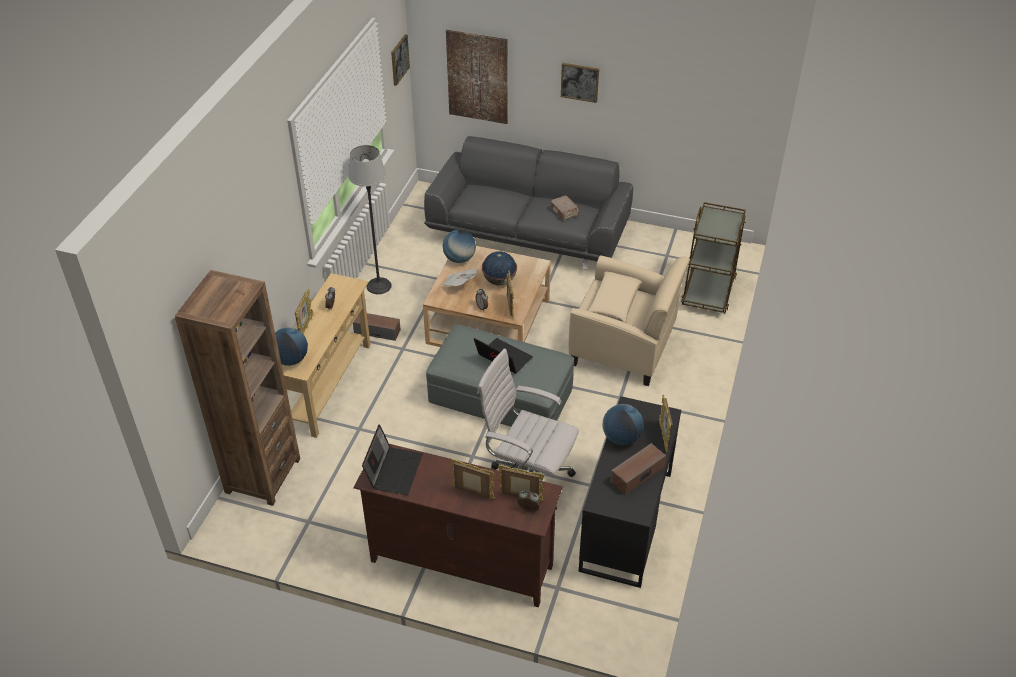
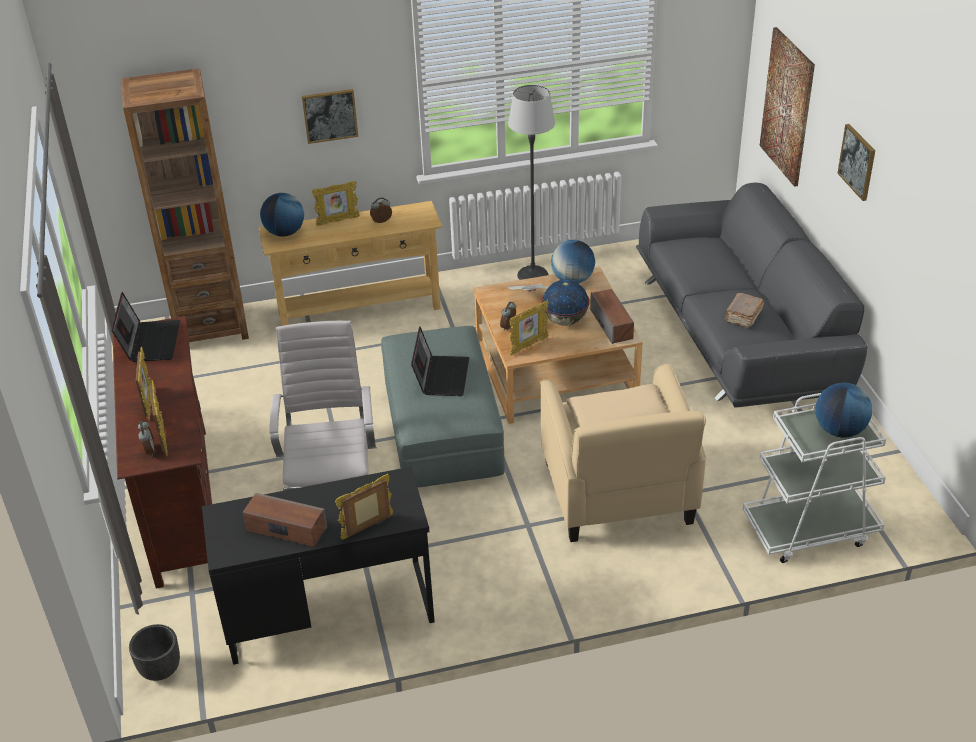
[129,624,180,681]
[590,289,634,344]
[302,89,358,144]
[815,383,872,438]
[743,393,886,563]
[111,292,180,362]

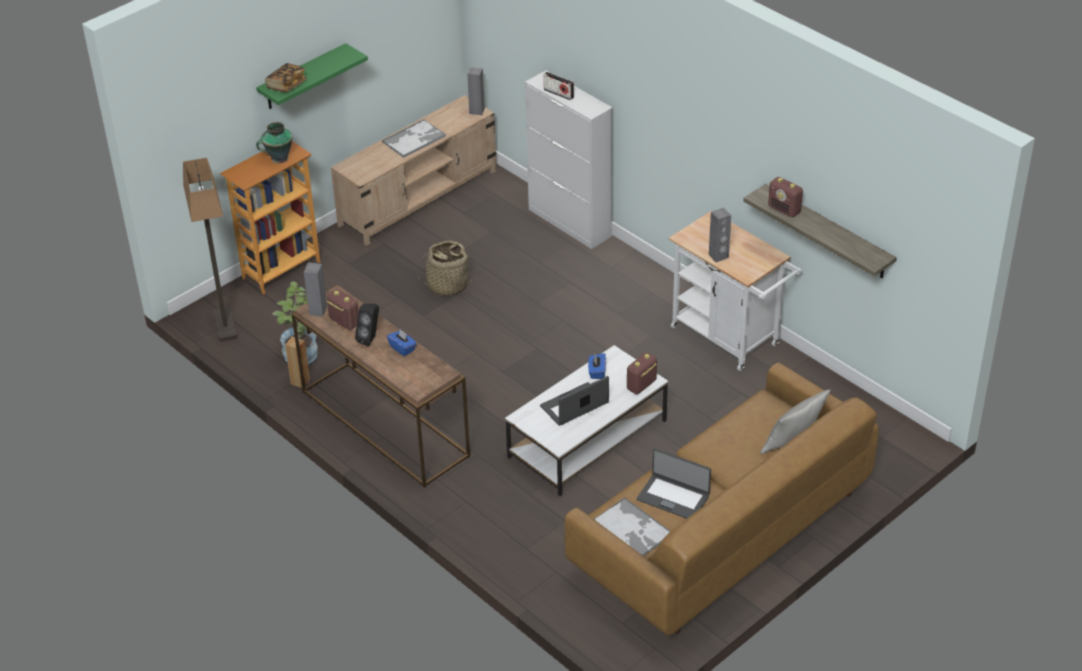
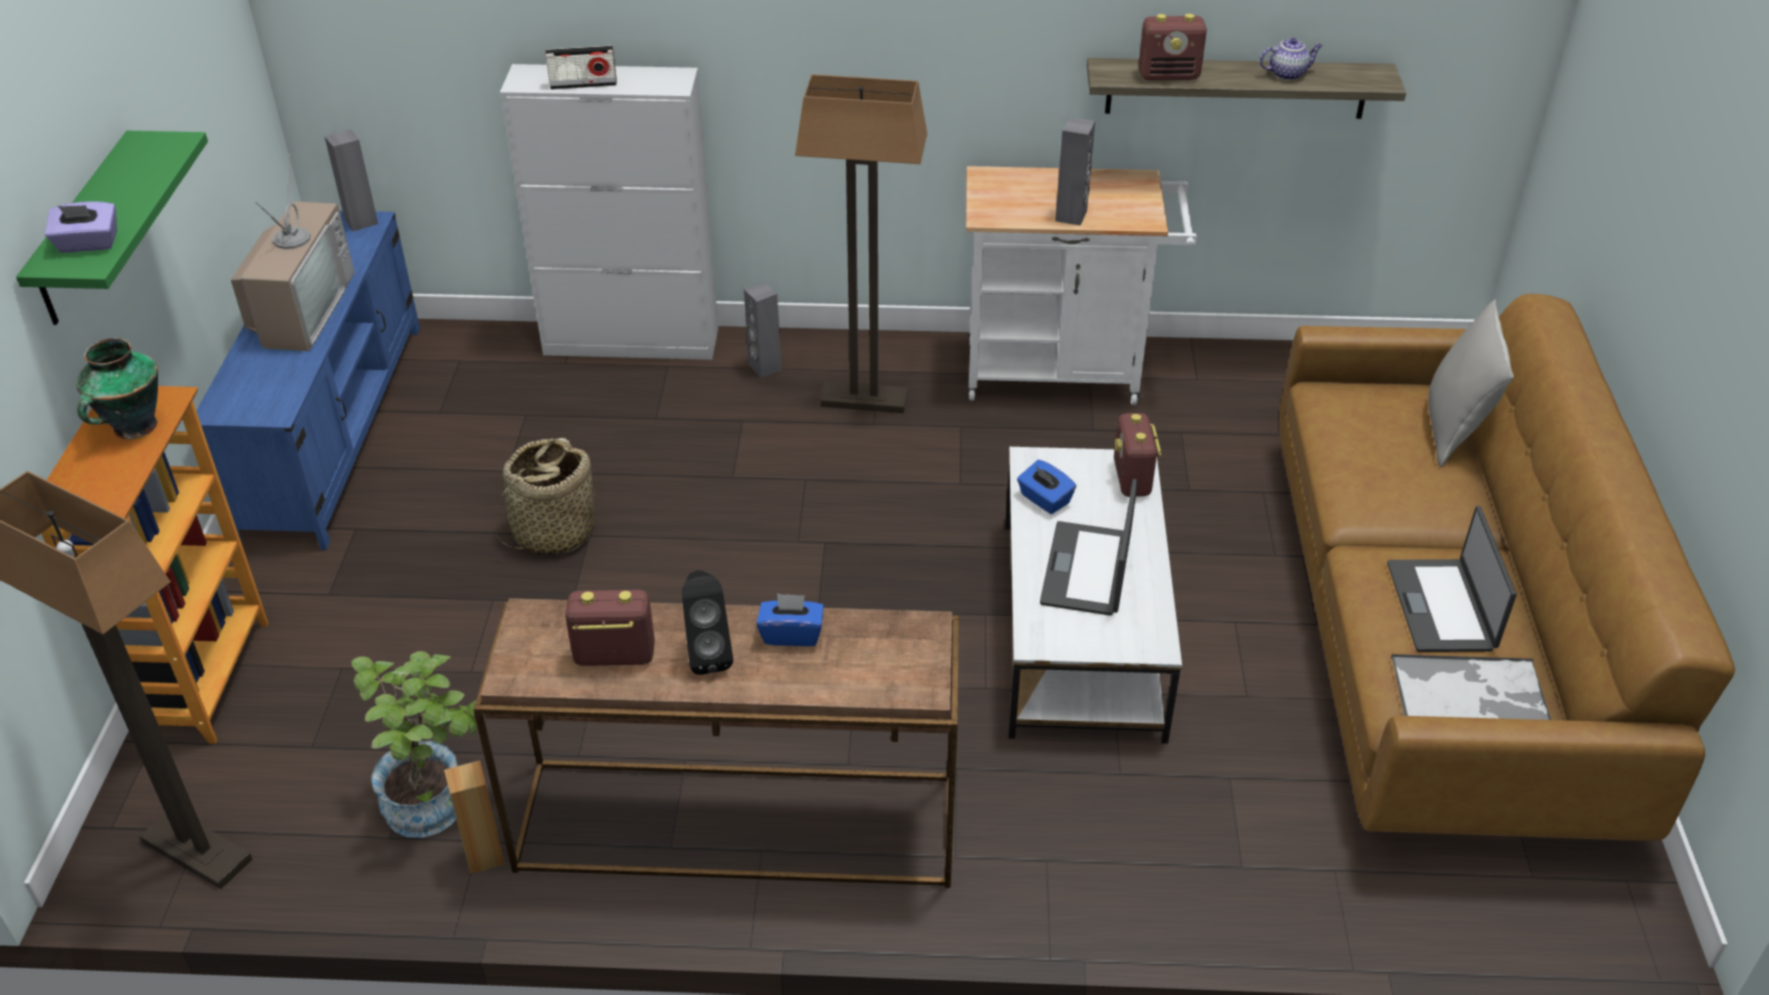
[795,74,927,413]
[1259,38,1323,80]
[744,282,781,378]
[45,201,117,253]
[231,153,354,351]
[196,211,420,550]
[1387,506,1517,652]

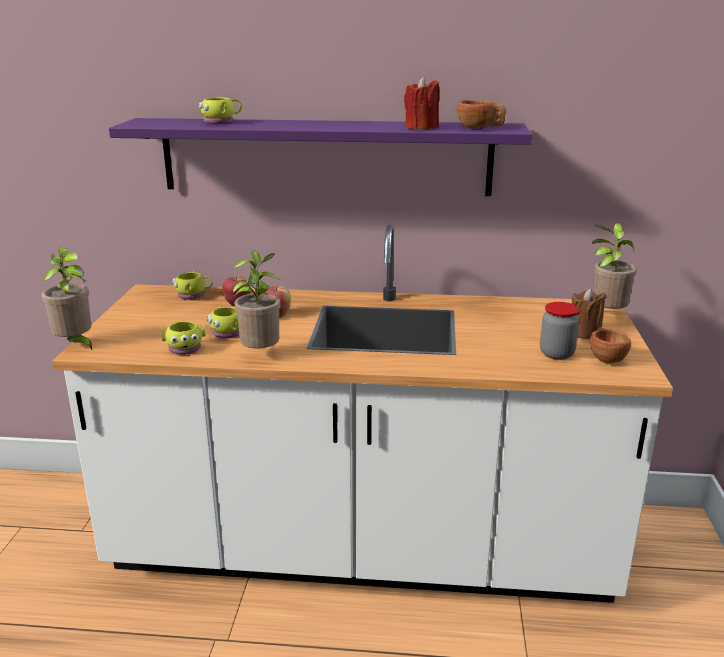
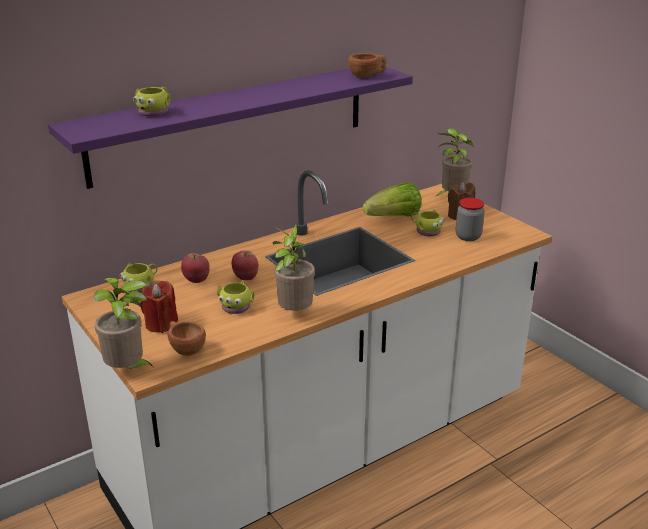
[363,182,421,216]
[411,210,444,236]
[140,281,178,333]
[167,321,206,356]

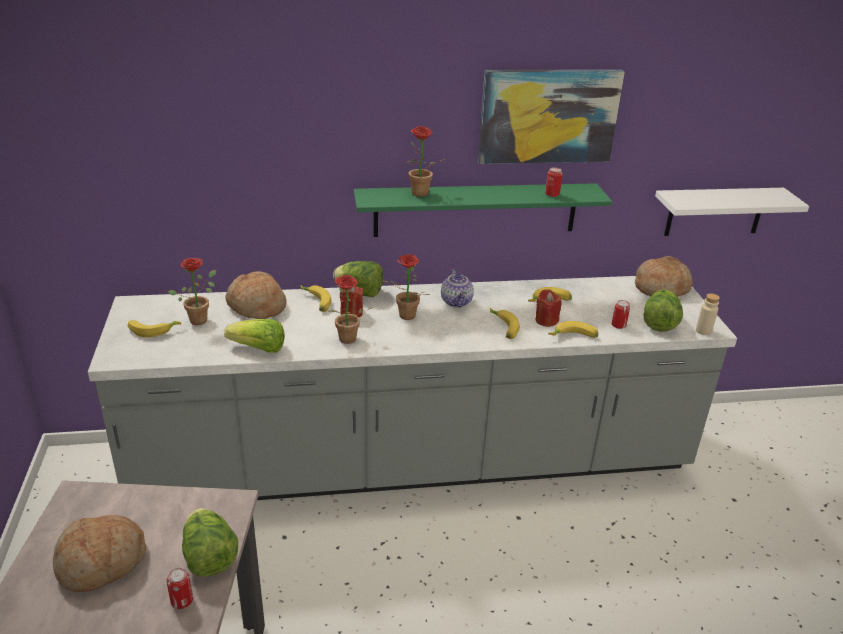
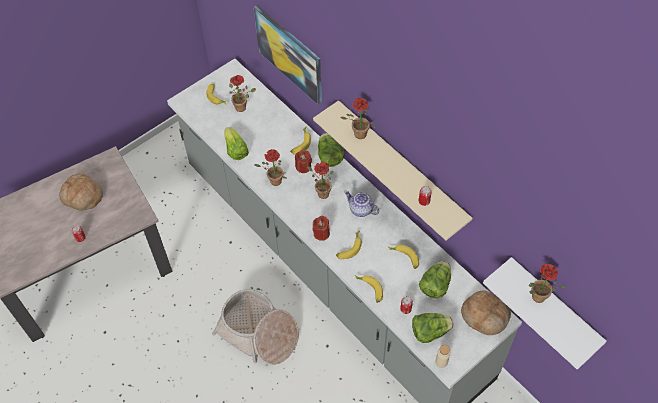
[225,271,287,319] (first image)
[212,289,299,365]
[529,264,566,303]
[419,261,451,299]
[253,5,322,104]
[313,216,330,241]
[313,100,472,241]
[344,191,379,217]

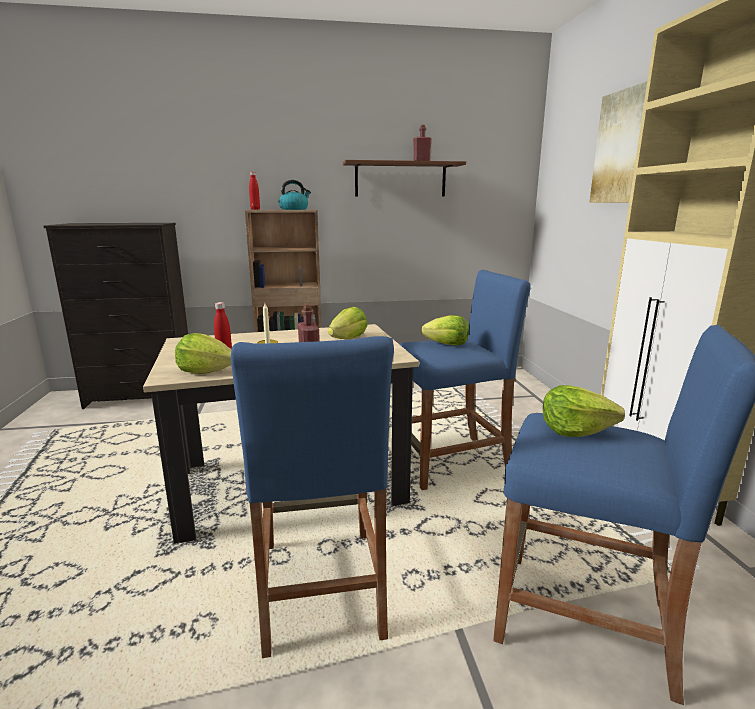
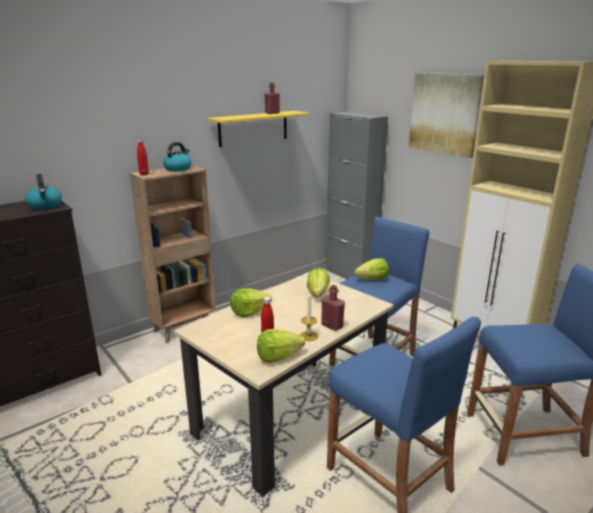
[25,174,62,209]
[326,112,388,279]
[230,288,272,317]
[208,111,309,147]

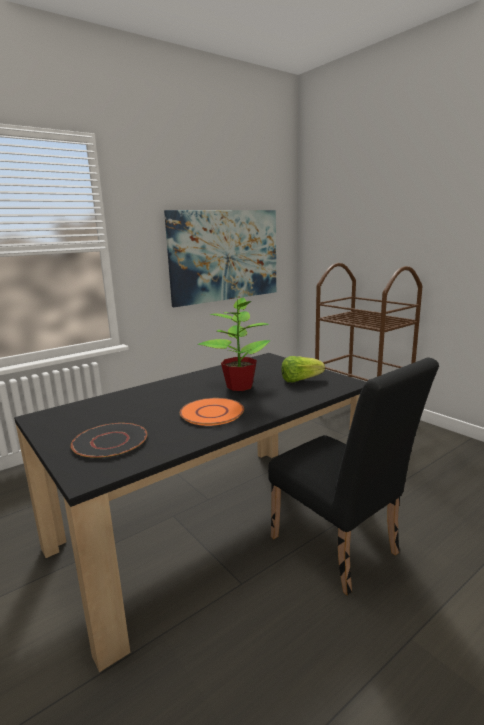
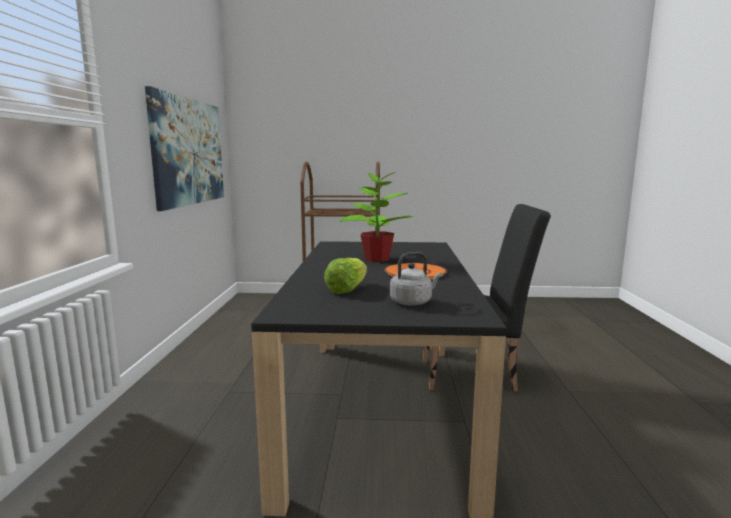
[324,258,367,294]
[390,252,442,306]

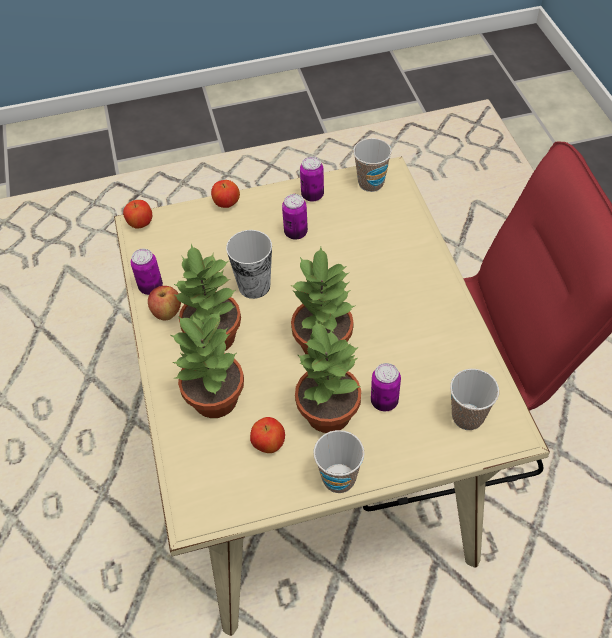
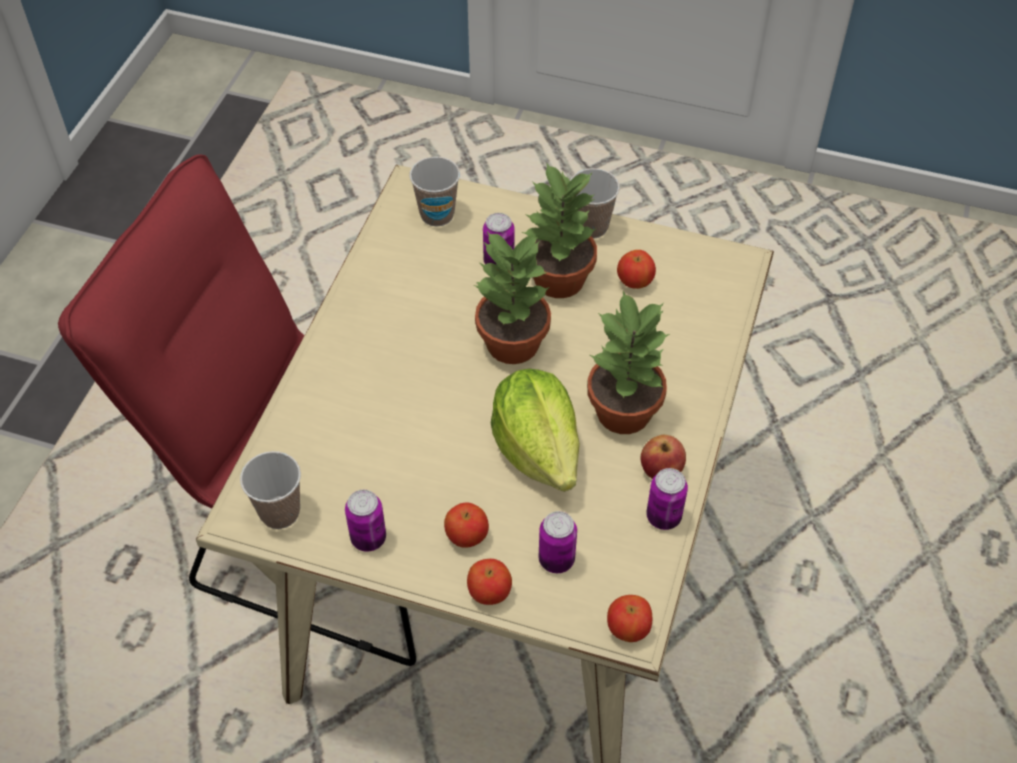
[171,312,244,418] (first image)
[444,503,489,548]
[539,511,577,573]
[491,369,580,492]

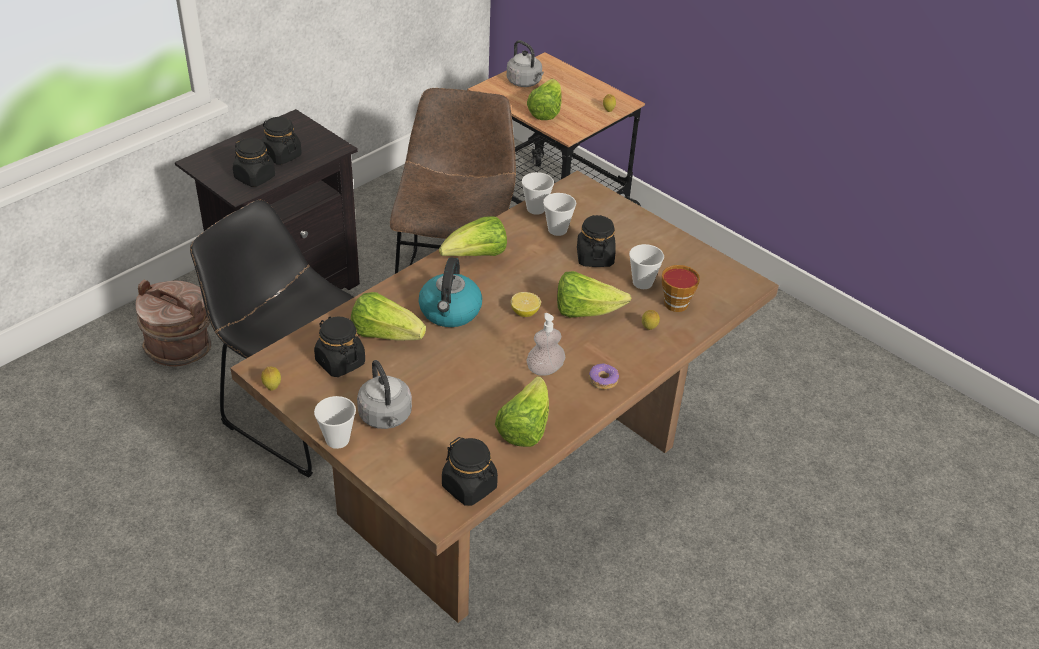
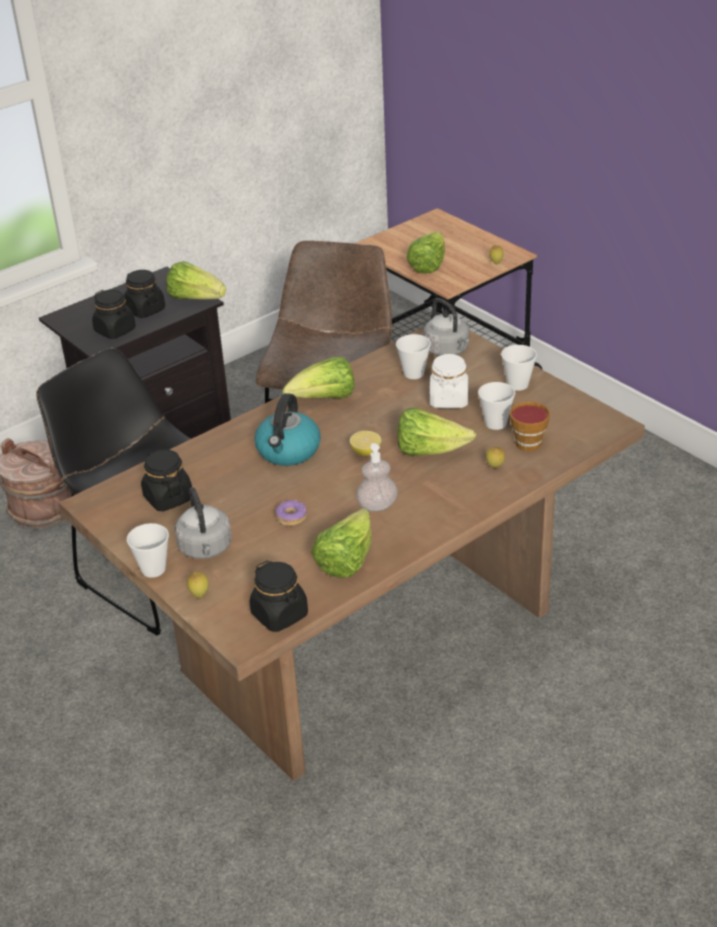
[187,571,209,598]
[166,261,226,299]
[423,298,469,356]
[501,345,537,391]
[275,500,307,526]
[430,354,468,408]

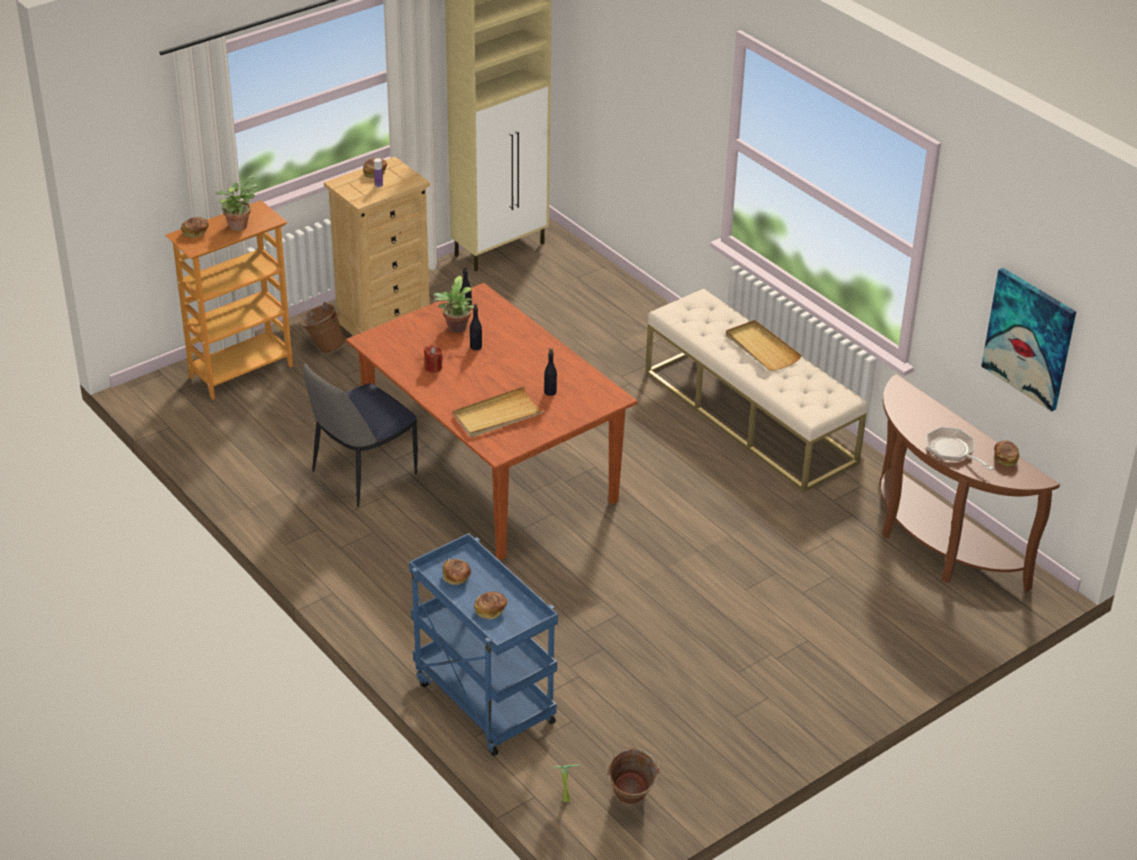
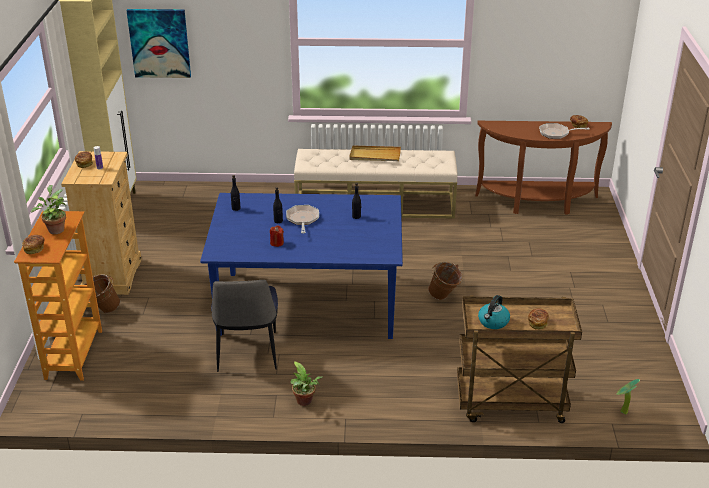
[453,386,545,437] (first image)
[286,205,319,233]
[290,361,323,406]
[428,262,463,300]
[126,9,191,78]
[478,295,510,329]
[200,193,403,339]
[457,295,582,423]

